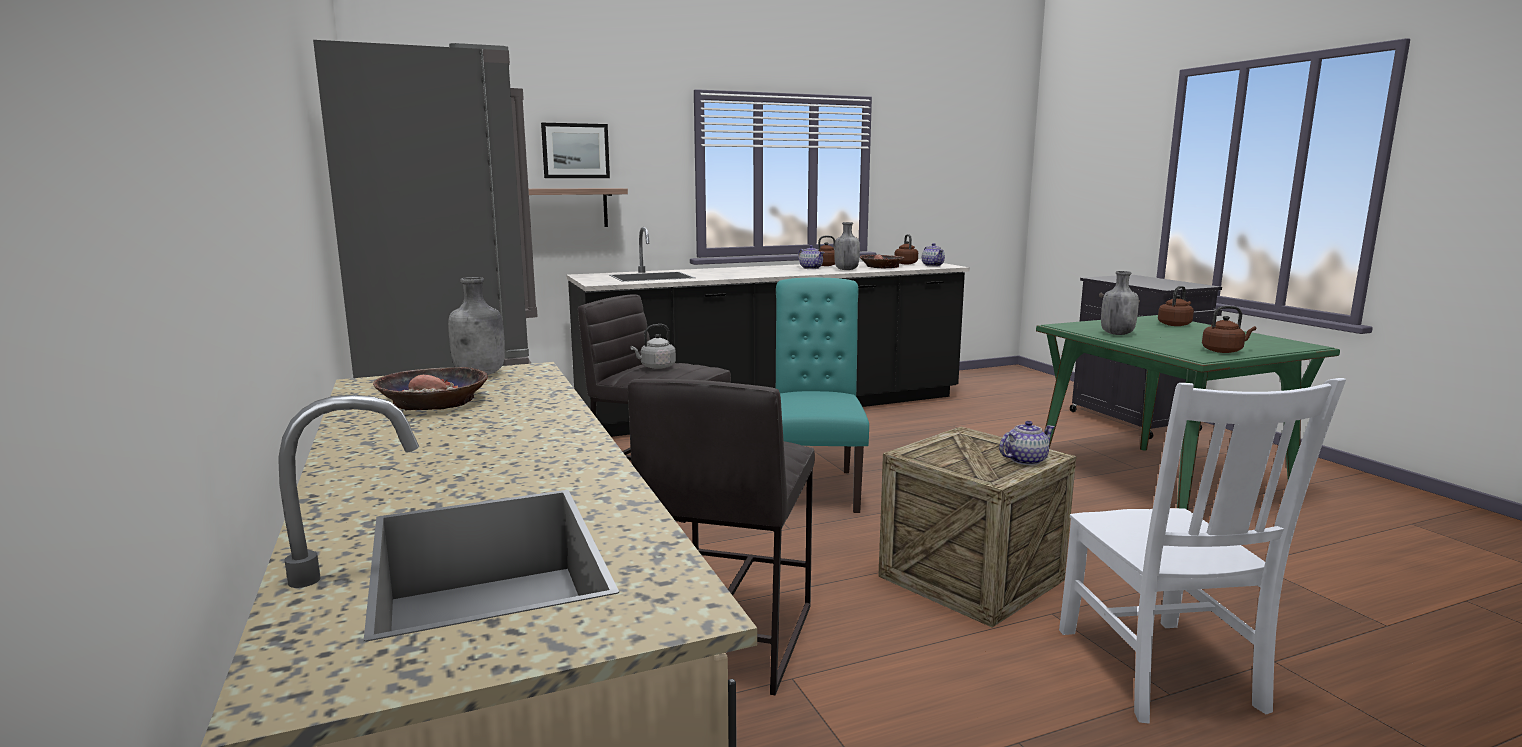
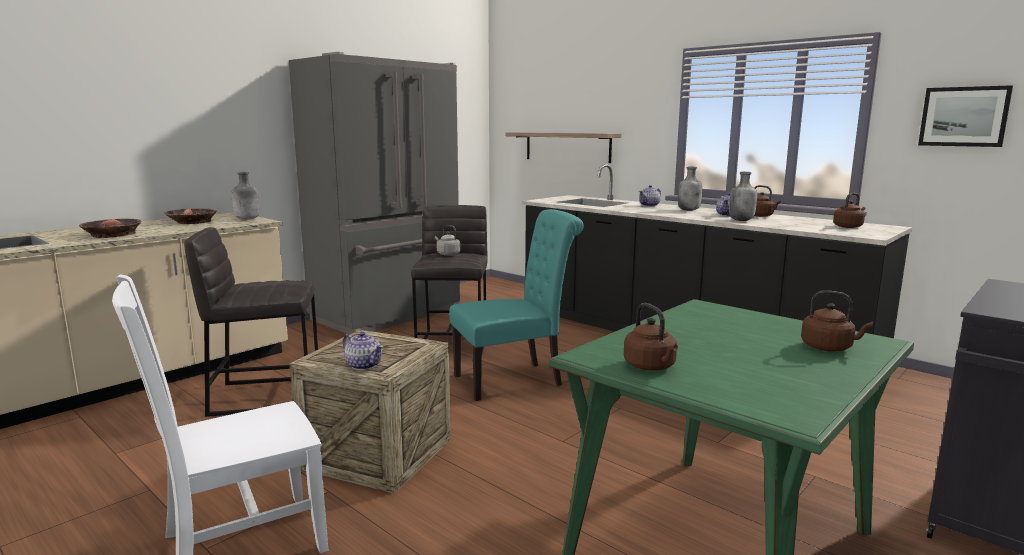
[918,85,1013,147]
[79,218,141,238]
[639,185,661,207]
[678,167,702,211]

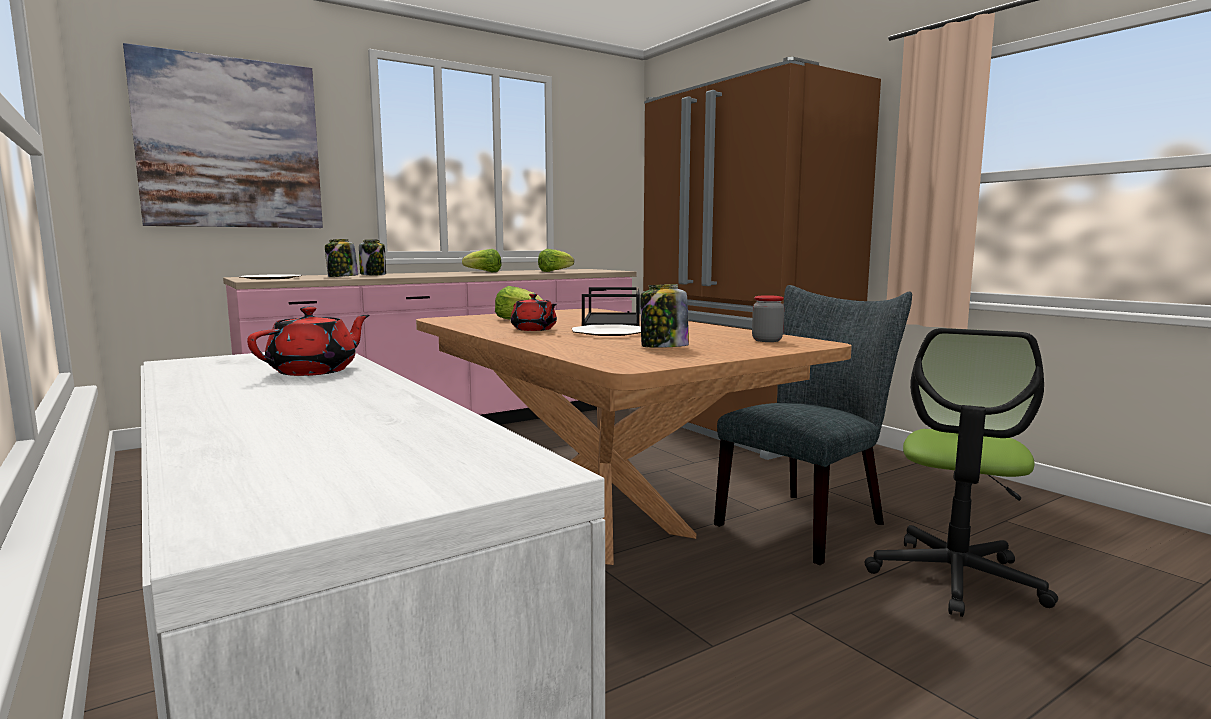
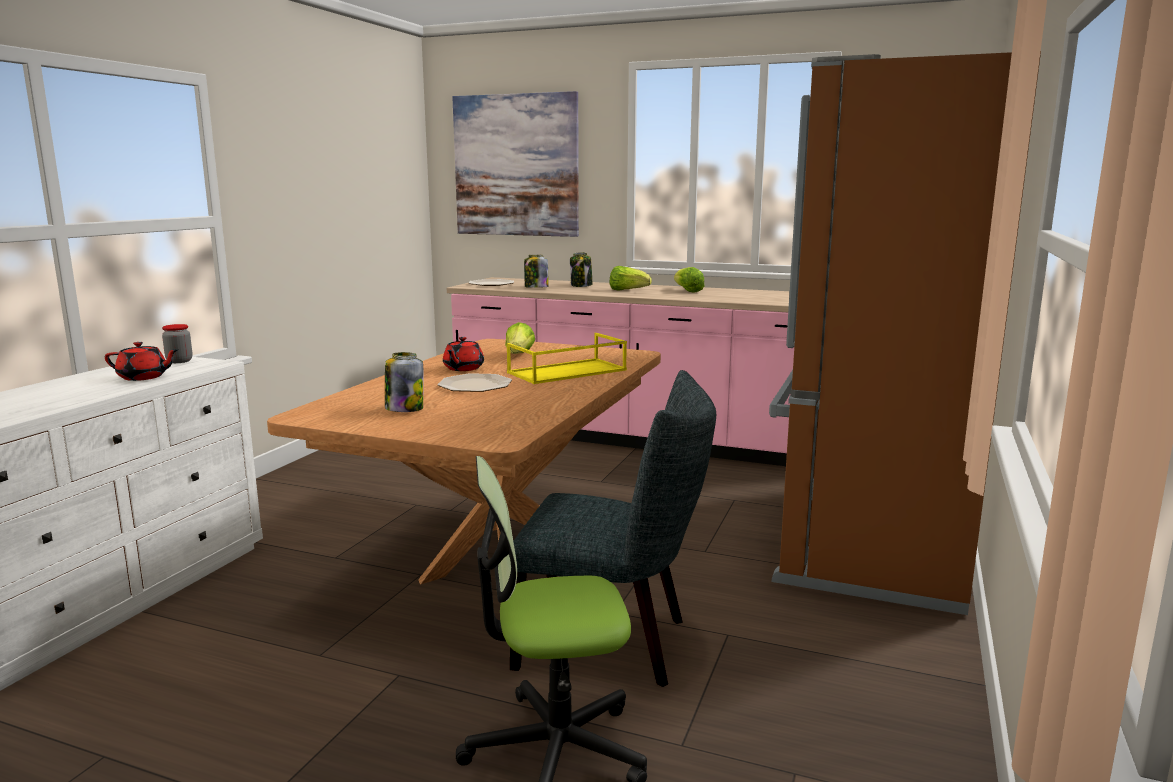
[610,266,652,291]
[162,324,193,363]
[507,333,627,384]

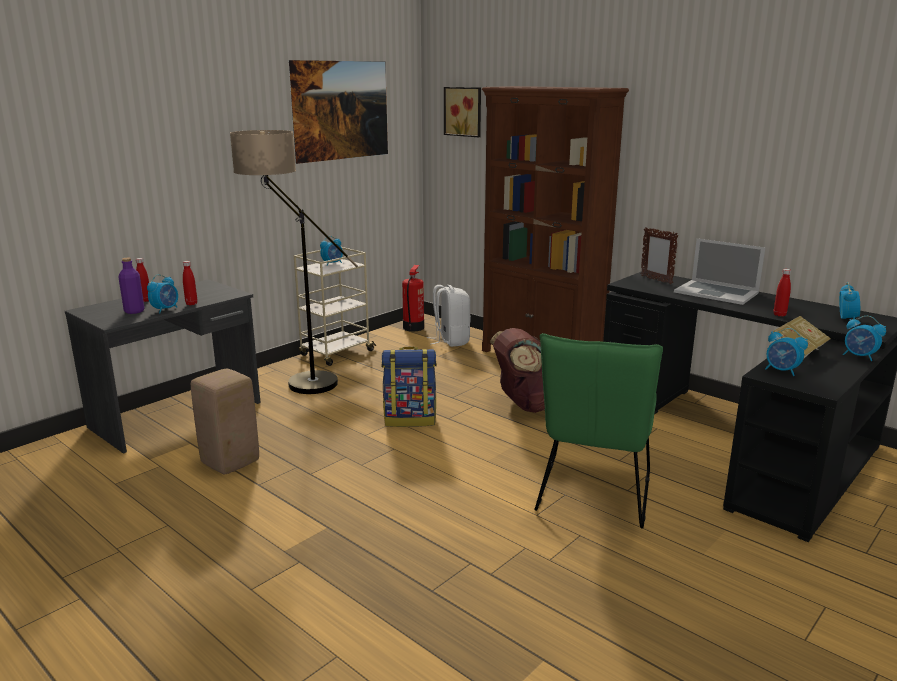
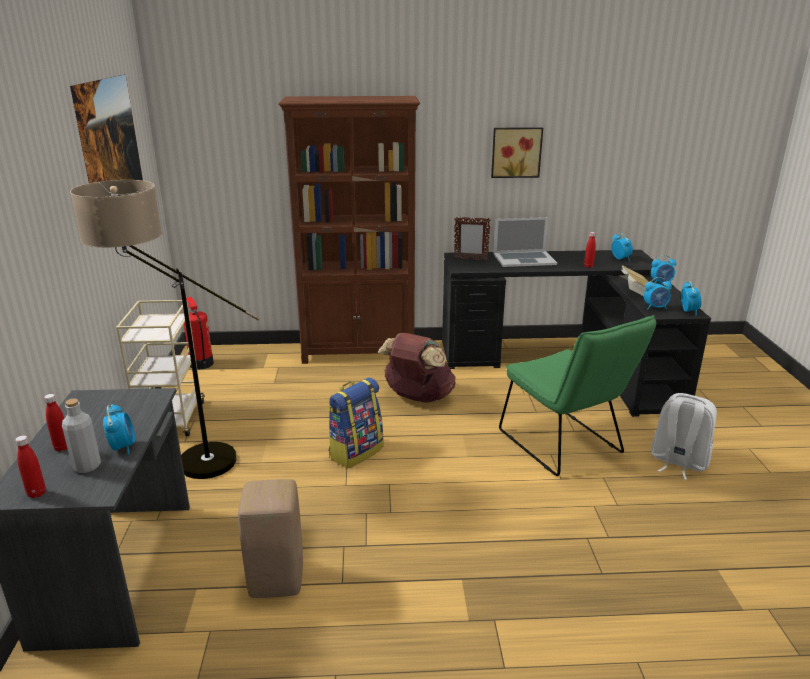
[15,435,46,498]
[681,281,701,316]
[651,393,717,480]
[491,127,543,178]
[62,399,101,473]

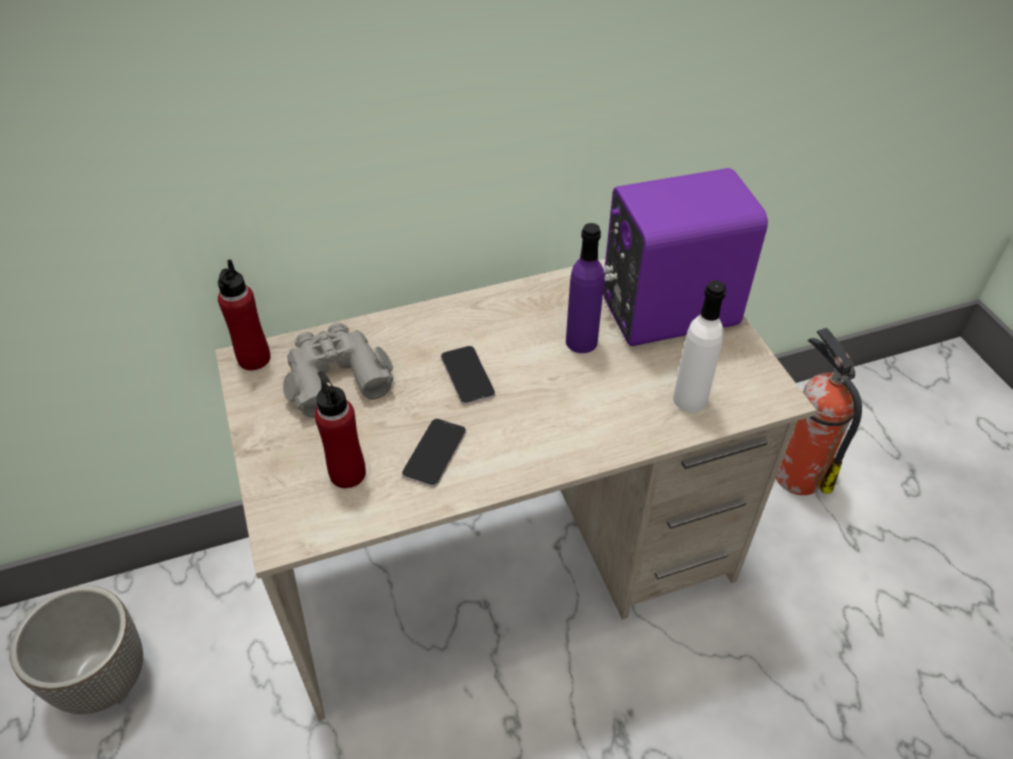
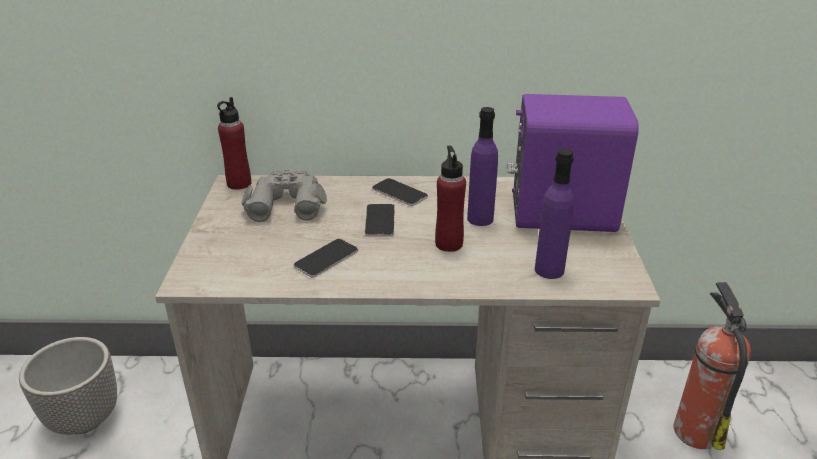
[372,178,428,206]
[435,145,466,252]
[535,149,574,279]

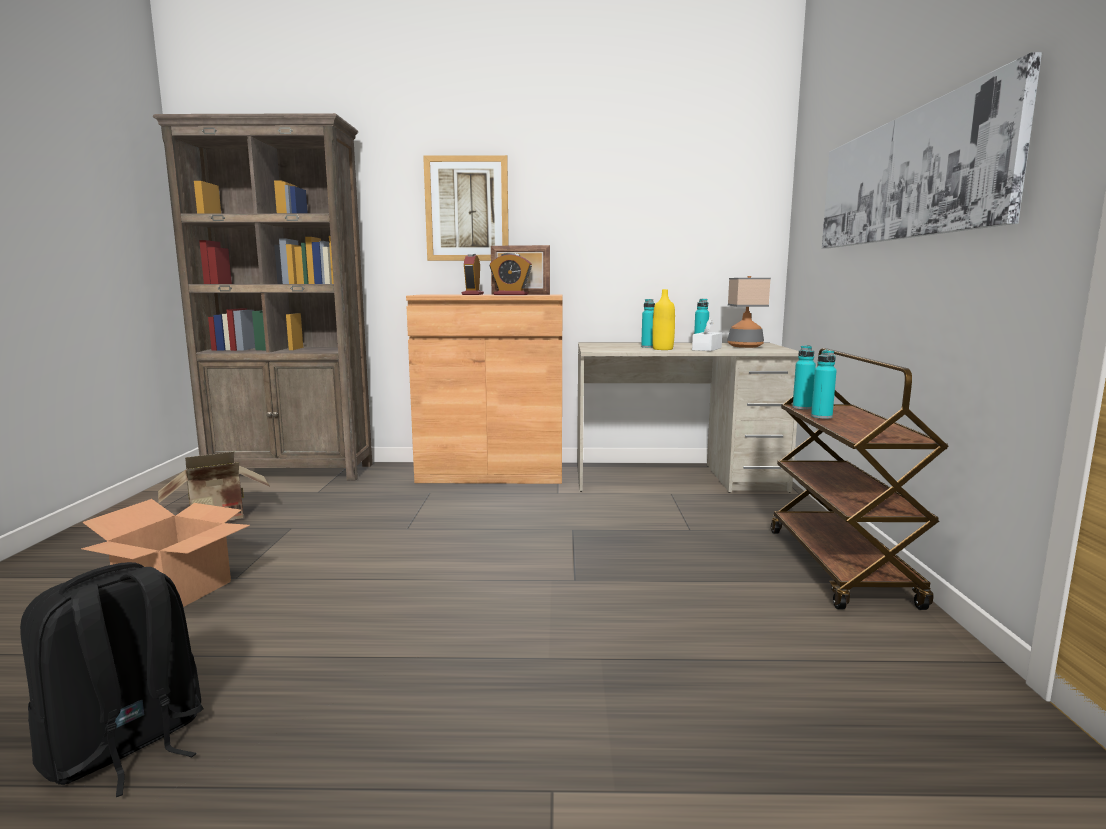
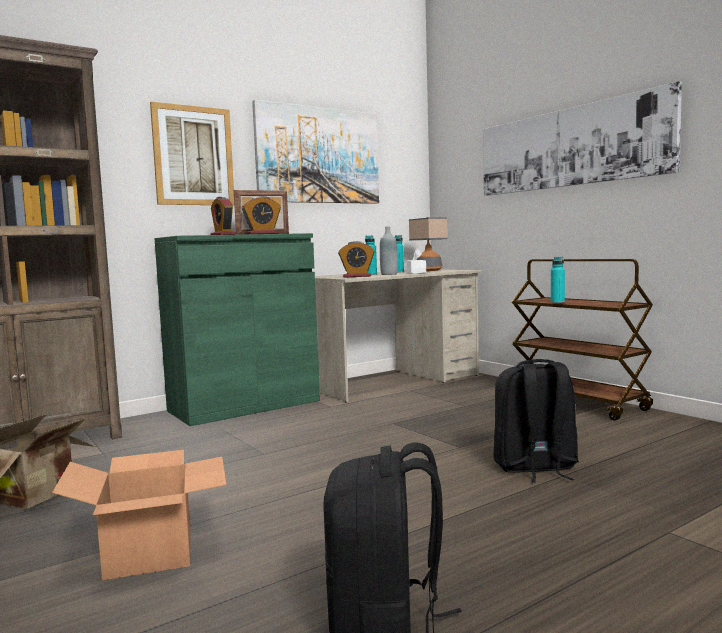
[792,345,816,409] (first image)
[252,100,379,204]
[338,241,375,278]
[493,359,579,483]
[155,233,320,426]
[380,226,398,275]

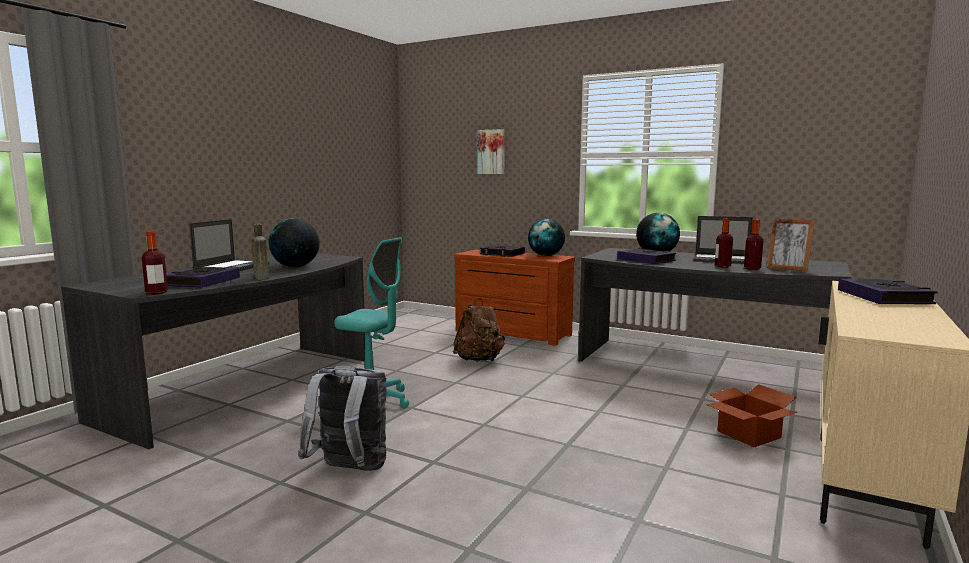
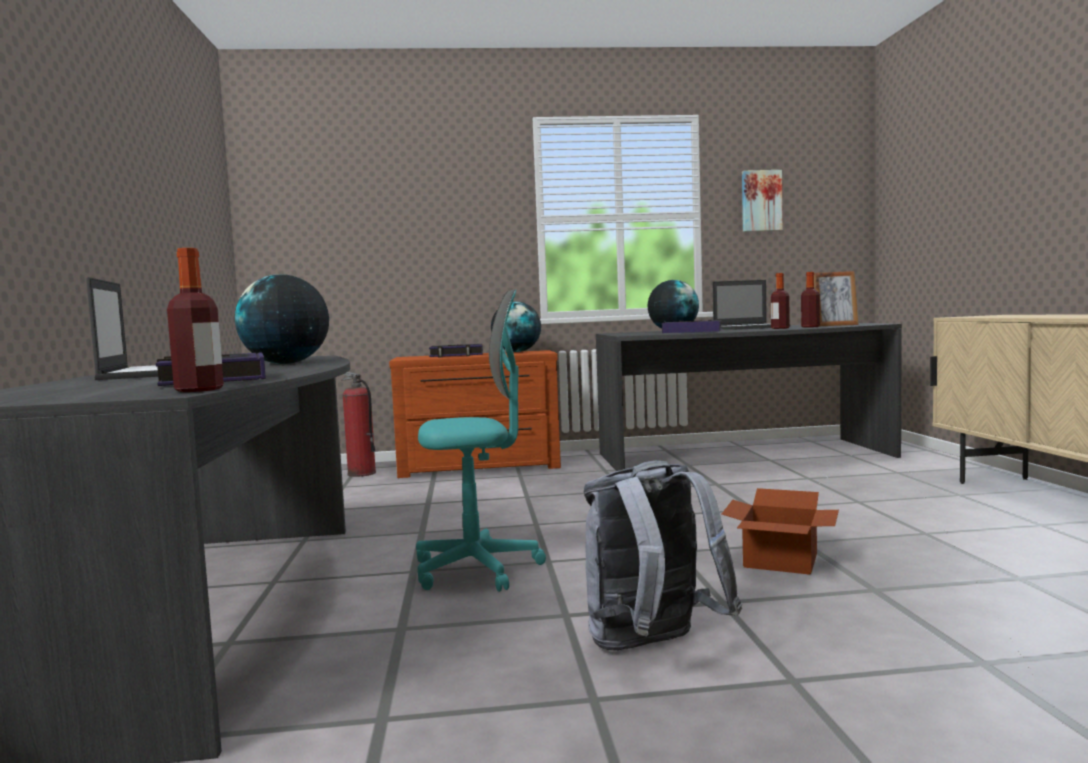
[251,224,269,280] (first image)
[452,298,505,362] (first image)
[838,278,938,304] (first image)
[341,372,376,477]
[742,170,783,232]
[722,488,839,575]

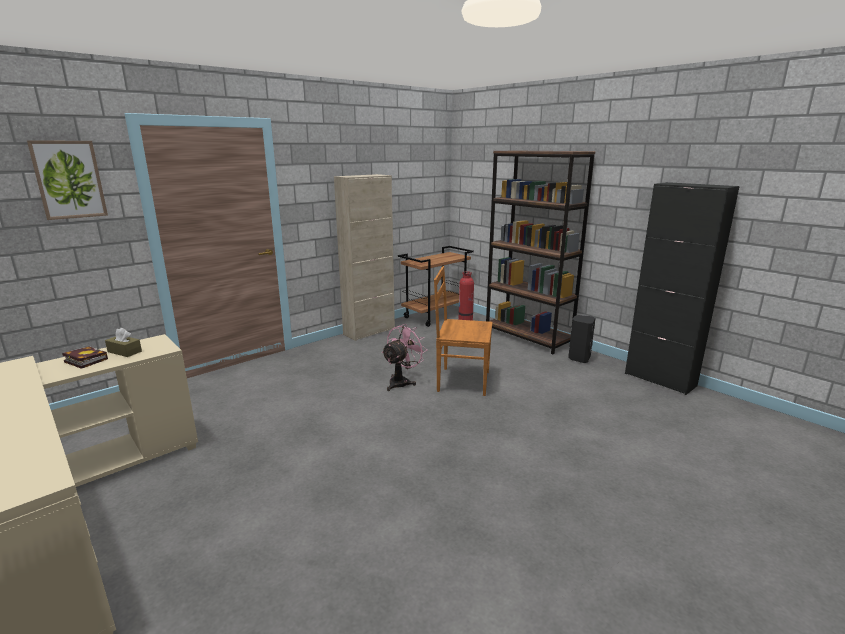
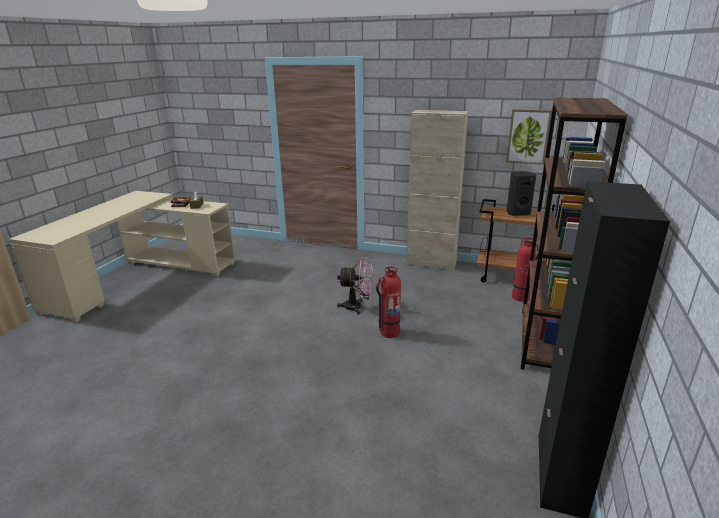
[506,109,552,165]
[507,171,536,216]
[376,267,401,338]

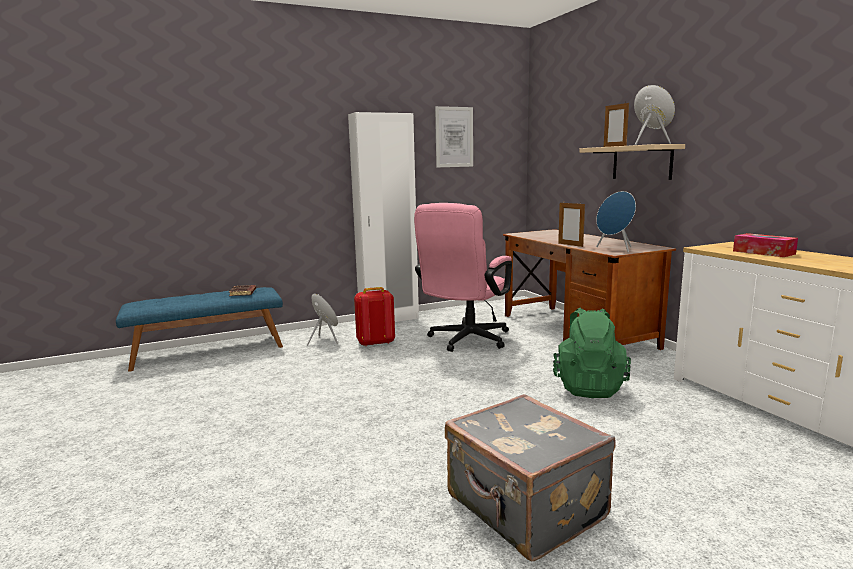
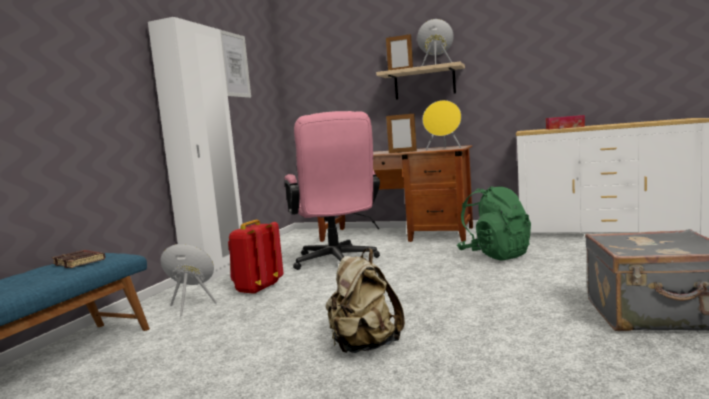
[326,248,405,353]
[423,100,461,150]

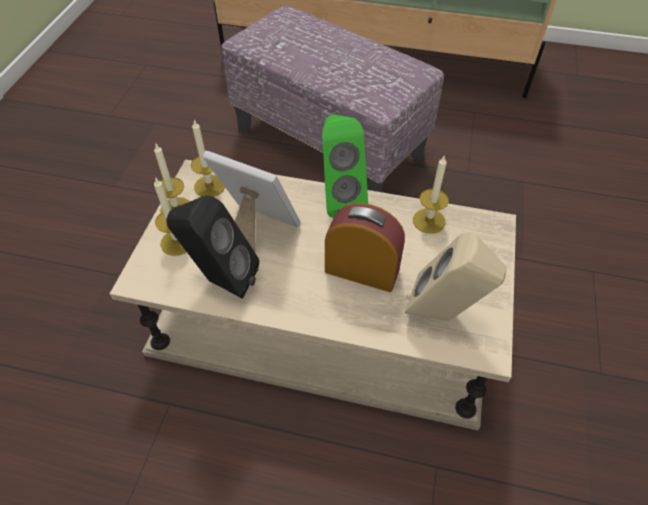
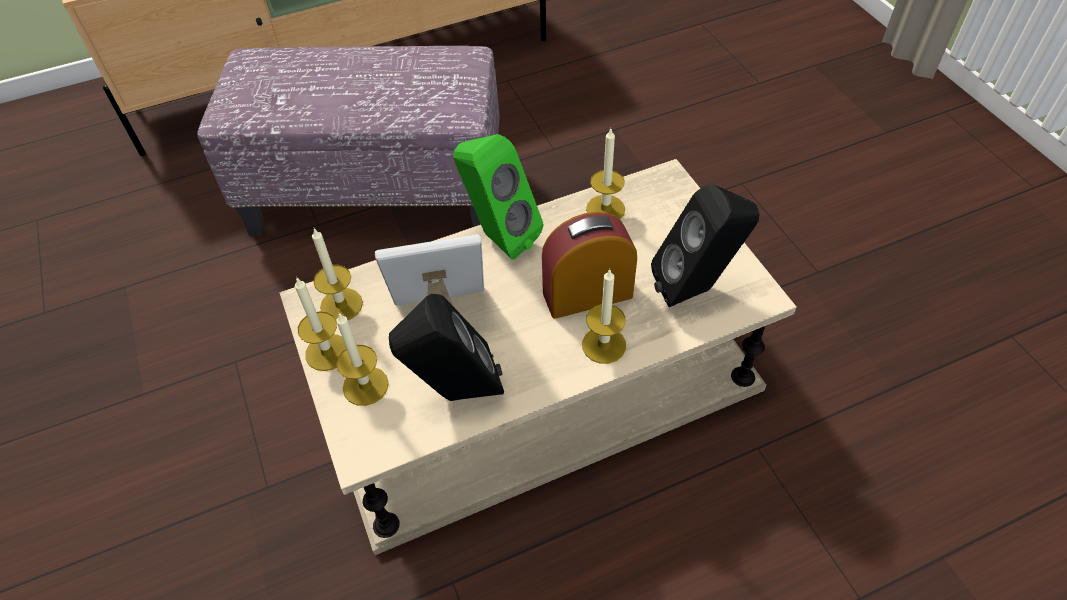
[582,269,626,364]
[651,184,760,307]

